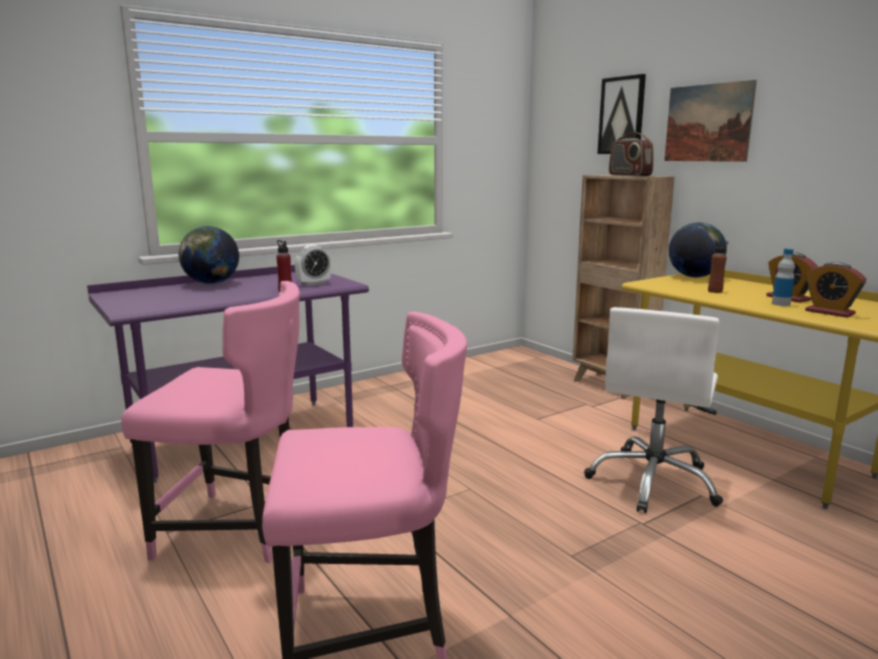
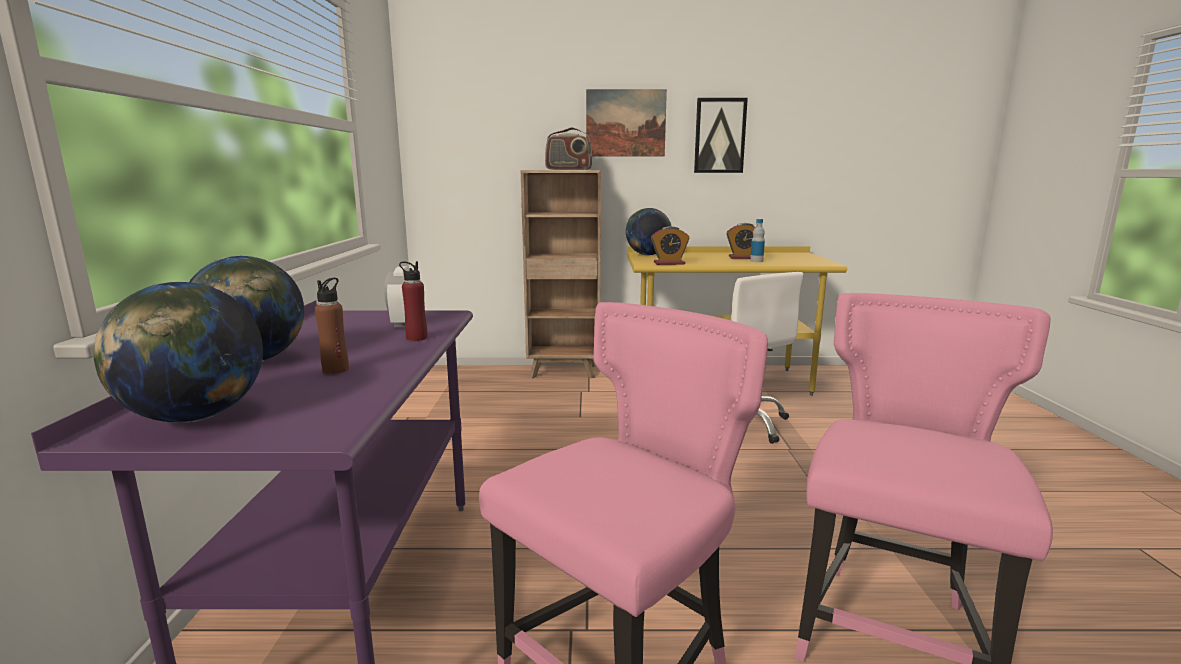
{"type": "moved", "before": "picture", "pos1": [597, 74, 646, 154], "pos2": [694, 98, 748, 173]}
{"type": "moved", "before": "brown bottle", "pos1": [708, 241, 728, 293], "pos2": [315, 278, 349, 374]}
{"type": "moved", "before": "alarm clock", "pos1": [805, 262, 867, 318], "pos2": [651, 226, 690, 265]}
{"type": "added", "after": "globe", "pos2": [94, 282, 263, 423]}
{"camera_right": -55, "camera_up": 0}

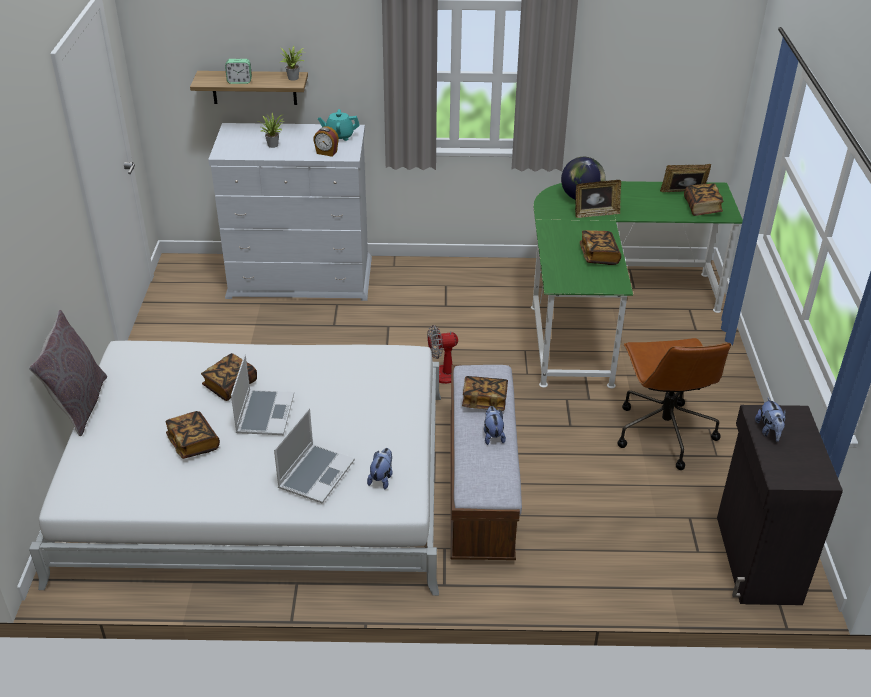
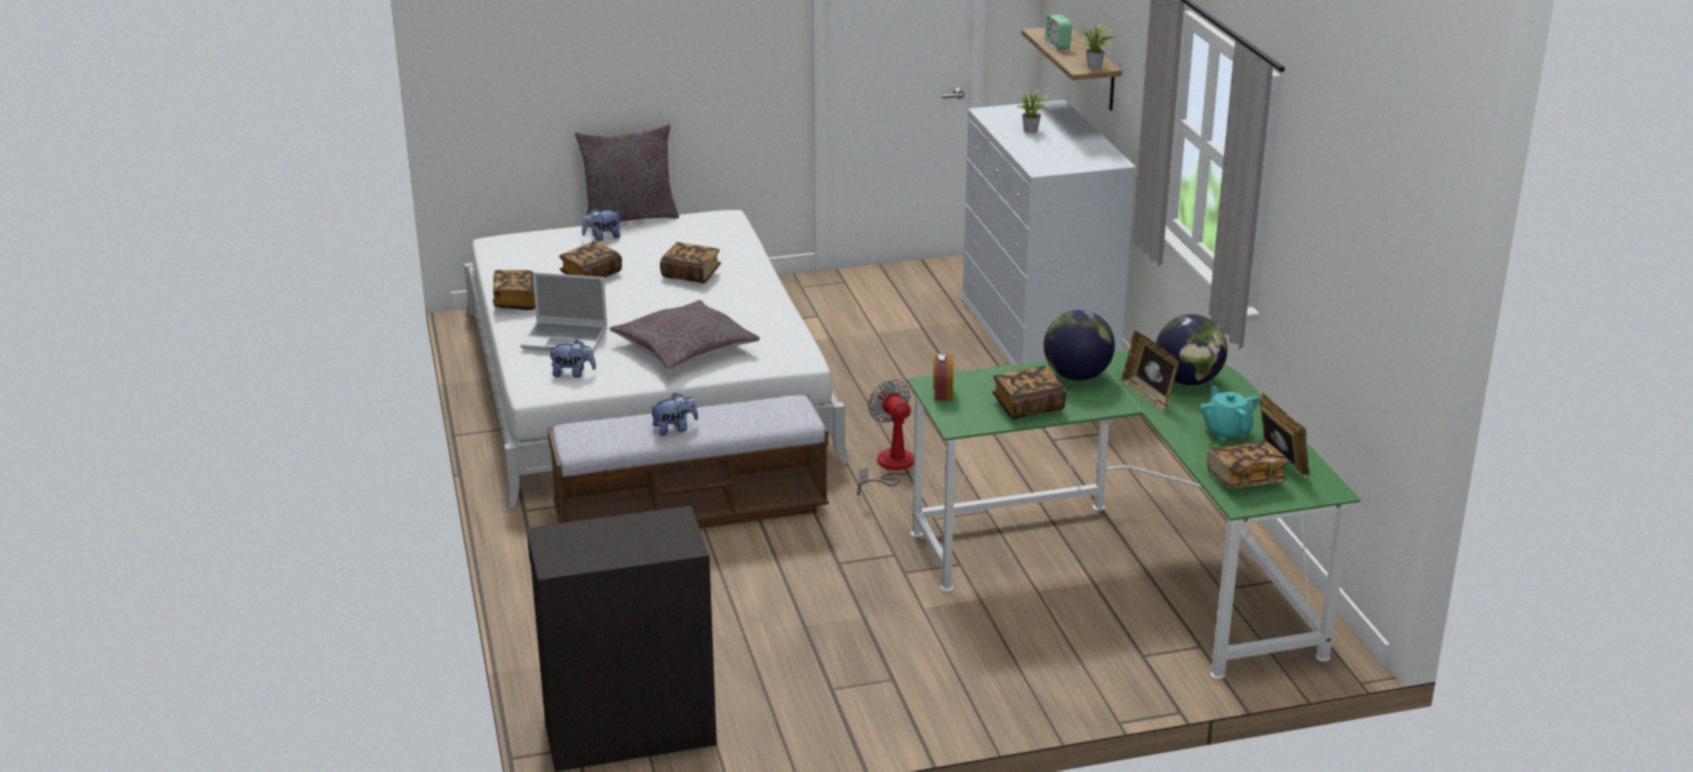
{"type": "removed", "before": "laptop", "pos1": [231, 355, 294, 435]}
{"type": "moved", "before": "alarm clock", "pos1": [313, 126, 339, 157], "pos2": [933, 353, 954, 401]}
{"type": "moved", "before": "turquoise teapot", "pos1": [318, 109, 360, 141], "pos2": [1200, 386, 1259, 441]}
{"type": "moved", "before": "book", "pos1": [462, 376, 508, 411], "pos2": [493, 270, 535, 310]}
{"type": "removed", "before": "brown office chair", "pos1": [617, 338, 731, 470]}
{"type": "moved", "before": "plush toy", "pos1": [755, 397, 786, 441], "pos2": [582, 207, 620, 241]}
{"type": "added", "after": "grey pillow", "pos2": [610, 300, 760, 370]}
{"type": "added", "after": "globe", "pos2": [1044, 310, 1115, 381]}
{"camera_right": 75, "camera_up": -10}

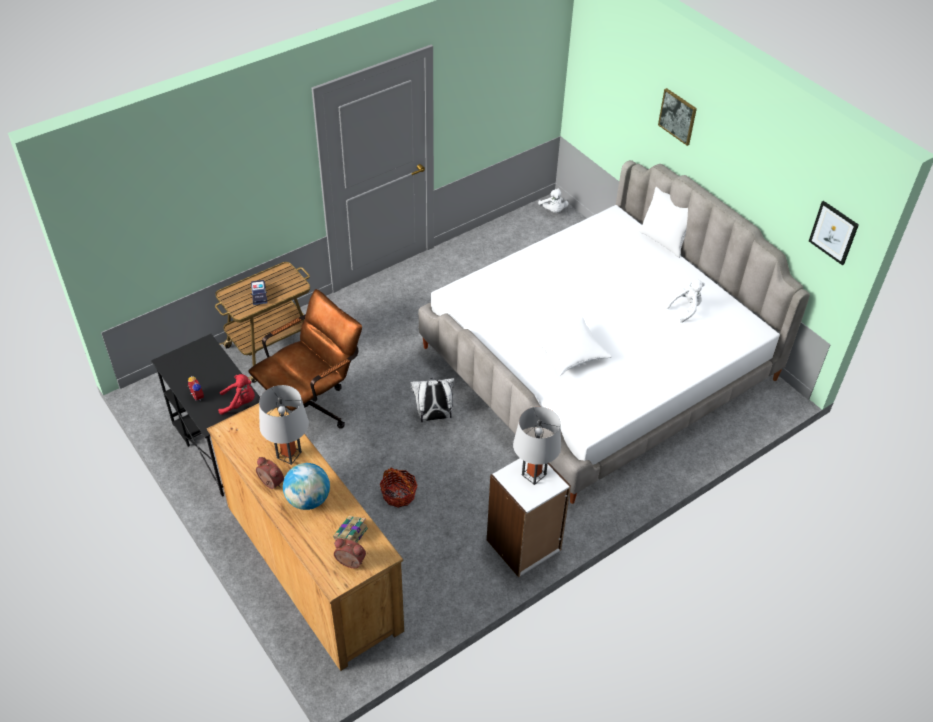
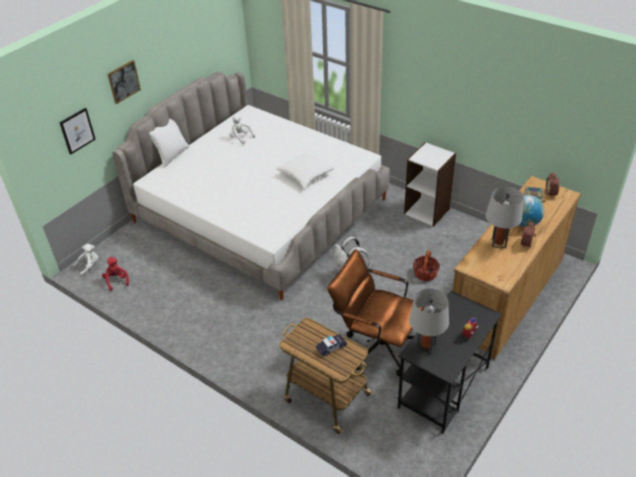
{"type": "moved", "before": "red plush toy", "pos1": [218, 374, 255, 415], "pos2": [102, 257, 129, 291]}
{"type": "moved", "before": "grey table lamp", "pos1": [513, 407, 561, 485], "pos2": [409, 288, 449, 354]}
{"type": "moved", "before": "picture", "pos1": [809, 201, 859, 265], "pos2": [59, 108, 96, 155]}
{"camera_right": -105, "camera_up": -5}

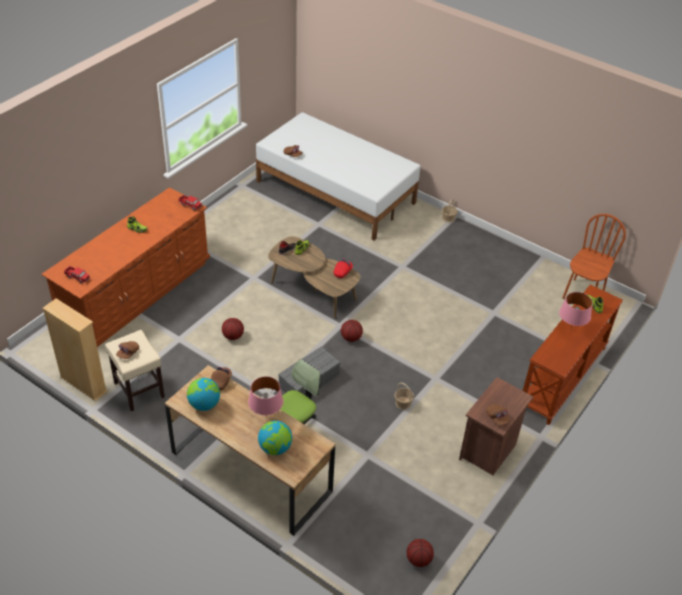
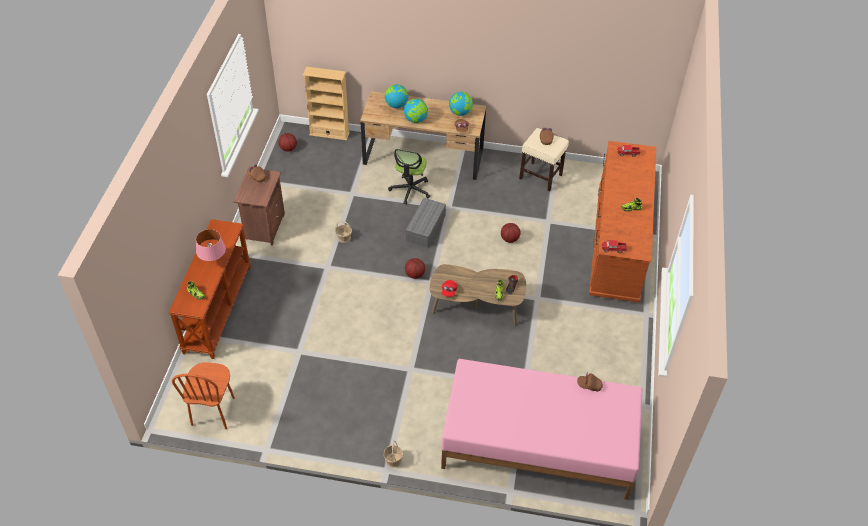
{"type": "moved", "before": "beige bookcase", "pos1": [42, 298, 108, 401], "pos2": [303, 66, 350, 140]}
{"type": "replaced", "before": "pink table lamp", "after": "globe", "pos1": [248, 376, 283, 416], "pos2": [404, 99, 428, 123]}
{"type": "recoloured", "before": "white bed", "after": "pink bed", "pos1": [256, 112, 420, 240], "pos2": [441, 359, 642, 500]}
{"camera_right": 155, "camera_up": 5}

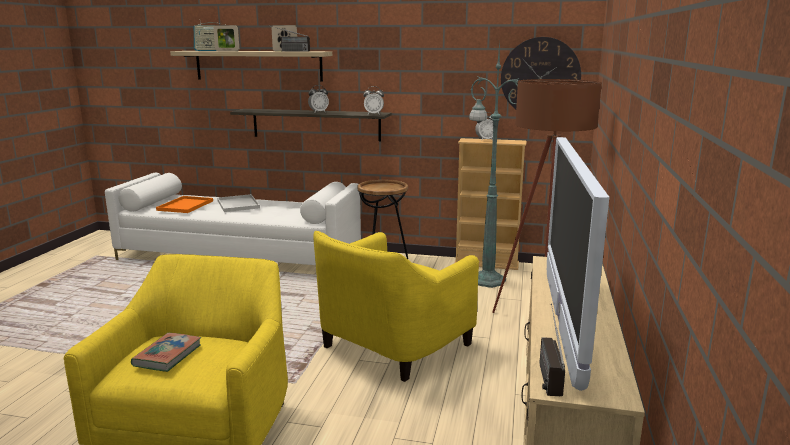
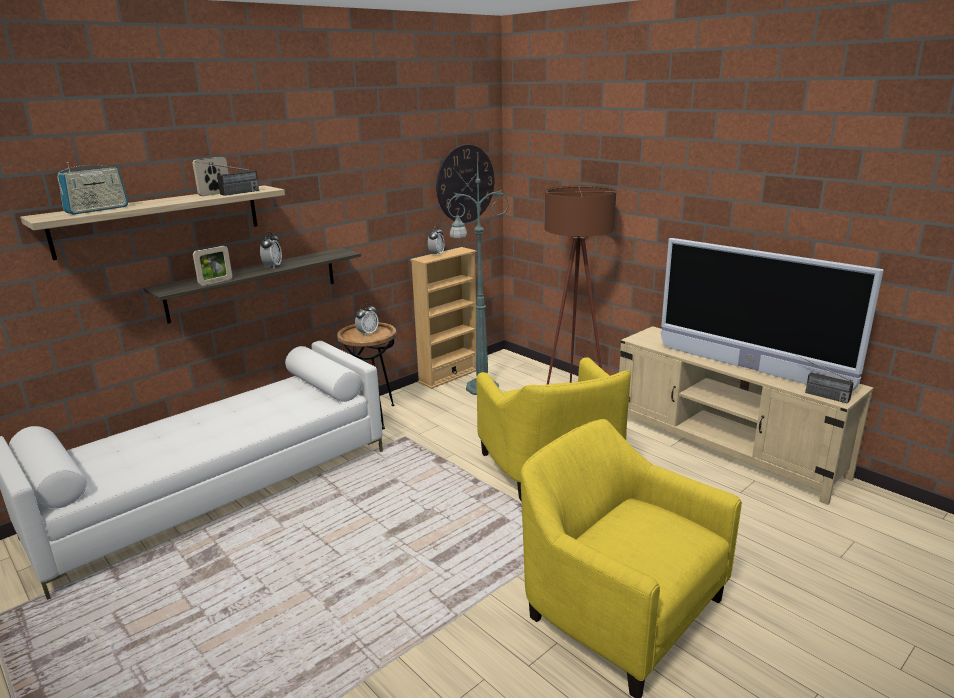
{"type": "removed", "before": "book", "pos1": [131, 333, 201, 372]}
{"type": "removed", "before": "orange tray", "pos1": [156, 196, 213, 213]}
{"type": "moved", "before": "picture frame", "pos1": [213, 25, 239, 51], "pos2": [193, 246, 232, 286]}
{"type": "removed", "before": "white tray", "pos1": [217, 194, 260, 212]}
{"type": "moved", "before": "alarm clock", "pos1": [363, 86, 384, 115], "pos2": [355, 303, 379, 336]}
{"camera_right": -55, "camera_up": 5}

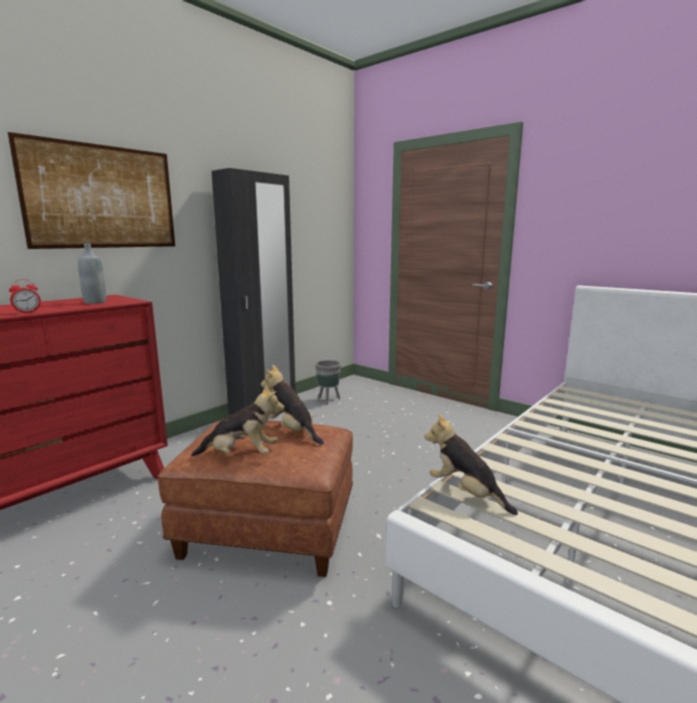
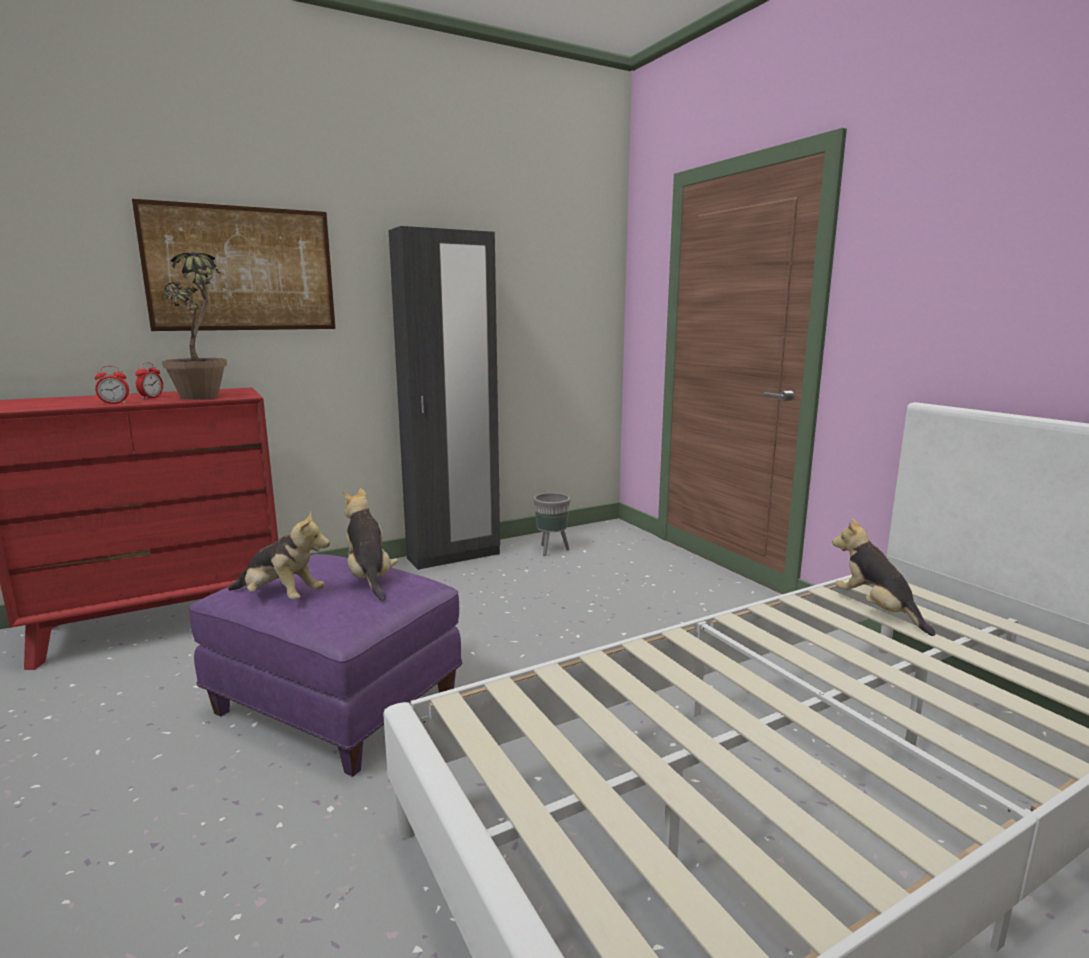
{"type": "replaced", "before": "grey bottle", "after": "potted plant", "pos1": [78, 243, 106, 304], "pos2": [162, 252, 227, 400]}
{"type": "recoloured", "before": "brown ottoman", "after": "purple ottoman", "pos1": [158, 420, 353, 577], "pos2": [189, 554, 462, 777]}
{"type": "moved", "before": "plush toy", "pos1": [424, 413, 518, 515], "pos2": [832, 518, 936, 636]}
{"type": "added", "after": "alarm clock", "pos2": [135, 362, 163, 399]}
{"camera_right": 20, "camera_up": 0}

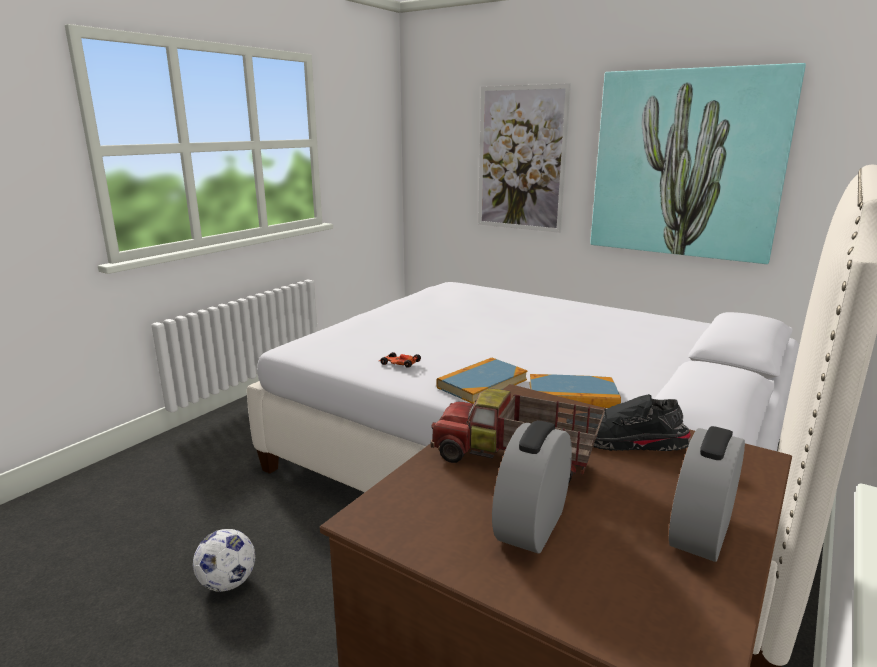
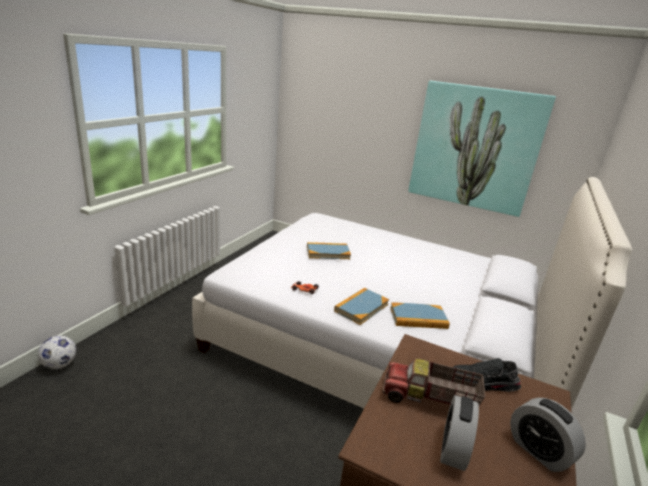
{"type": "moved", "before": "football", "pos1": [193, 529, 255, 592], "pos2": [38, 336, 76, 369]}
{"type": "removed", "before": "picture", "pos1": [478, 83, 571, 233]}
{"type": "turned", "before": "alarm clock", "pos1": [669, 426, 745, 562], "pos2": [510, 398, 586, 472], "turn": -60}
{"type": "added", "after": "book", "pos2": [307, 242, 351, 259]}
{"camera_right": -10, "camera_up": 5}

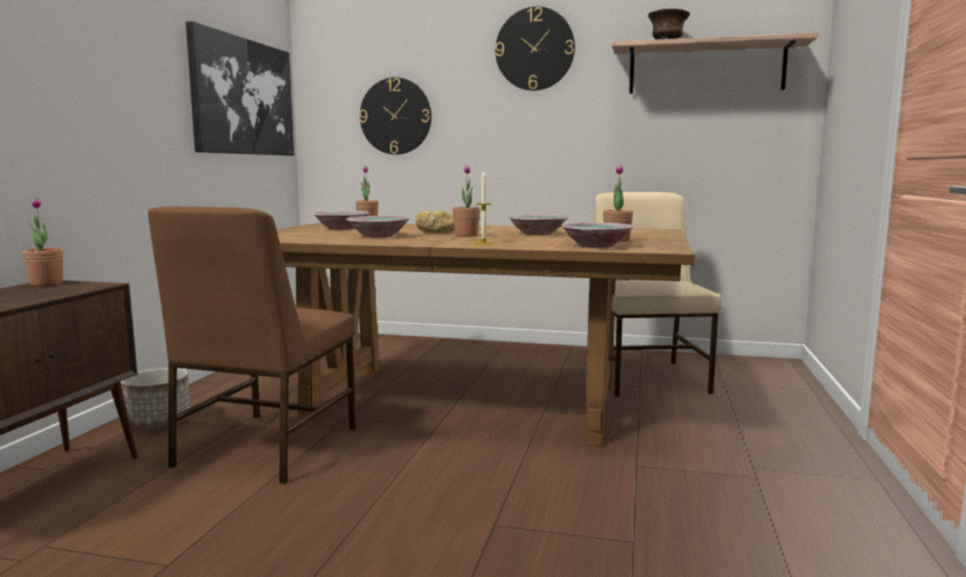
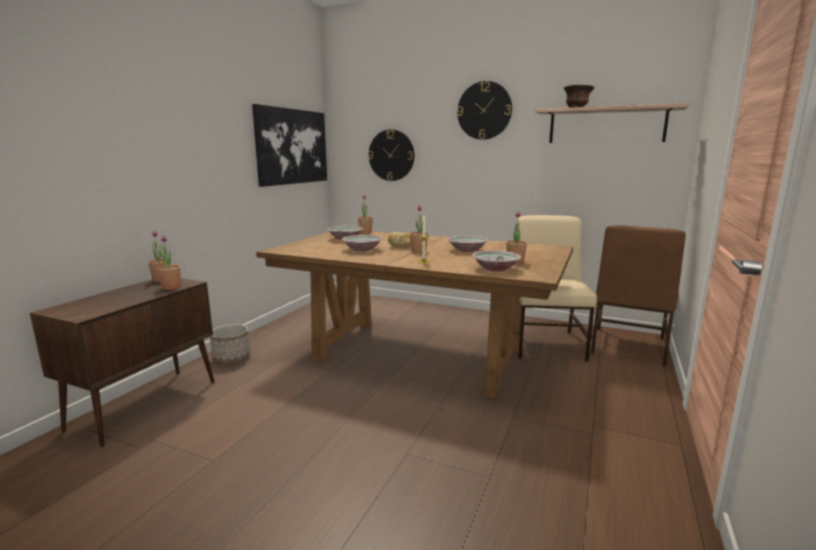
{"type": "moved", "before": "brown chair", "pos1": [148, 206, 356, 484], "pos2": [591, 225, 686, 366]}
{"type": "added", "after": "potted plant", "pos2": [157, 235, 181, 290]}
{"camera_right": 10, "camera_up": 5}

